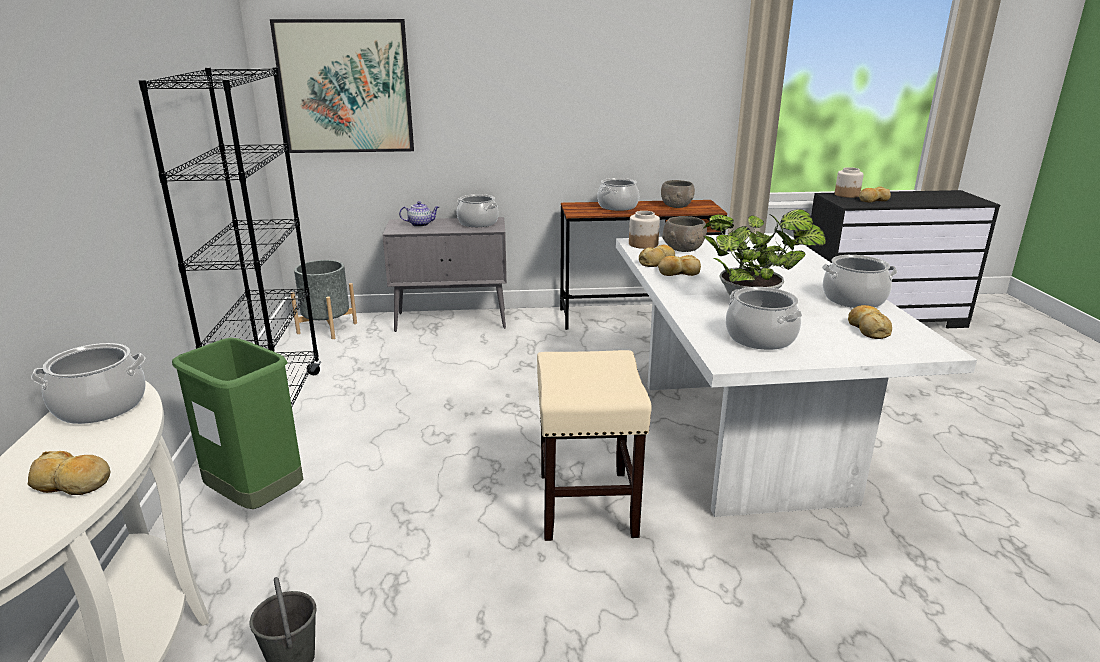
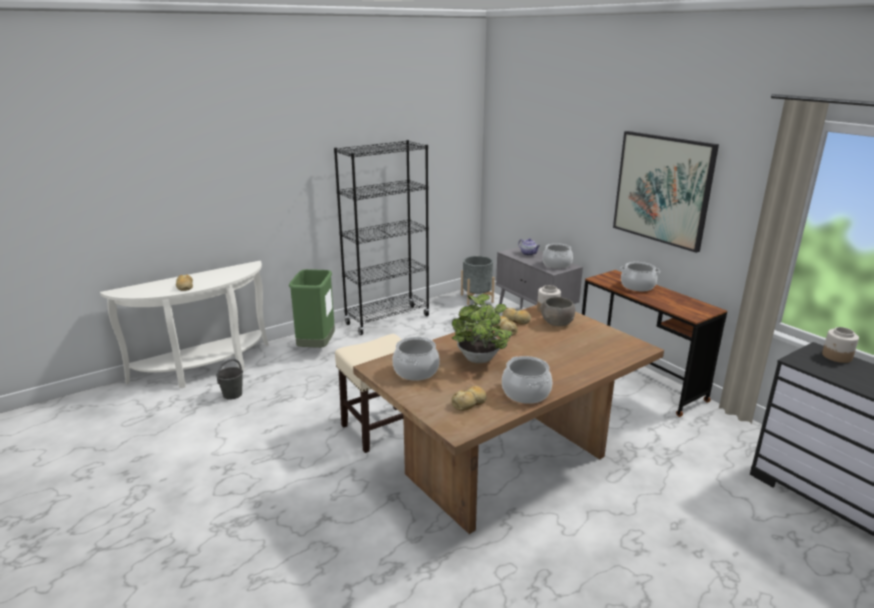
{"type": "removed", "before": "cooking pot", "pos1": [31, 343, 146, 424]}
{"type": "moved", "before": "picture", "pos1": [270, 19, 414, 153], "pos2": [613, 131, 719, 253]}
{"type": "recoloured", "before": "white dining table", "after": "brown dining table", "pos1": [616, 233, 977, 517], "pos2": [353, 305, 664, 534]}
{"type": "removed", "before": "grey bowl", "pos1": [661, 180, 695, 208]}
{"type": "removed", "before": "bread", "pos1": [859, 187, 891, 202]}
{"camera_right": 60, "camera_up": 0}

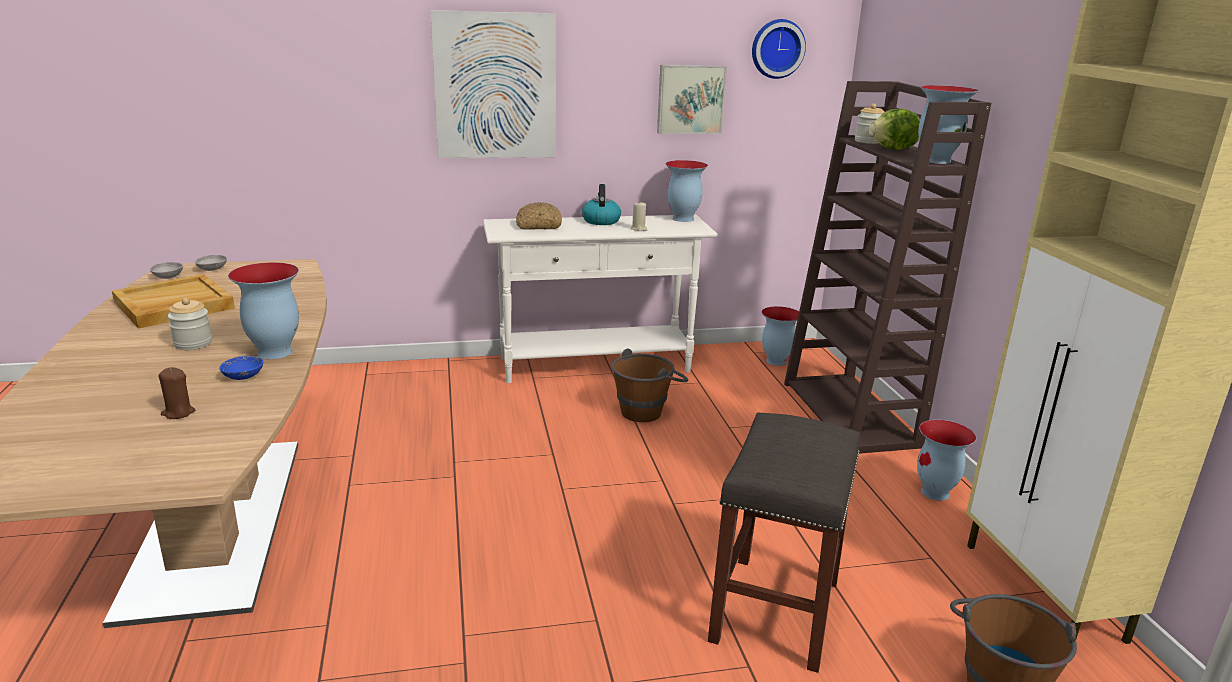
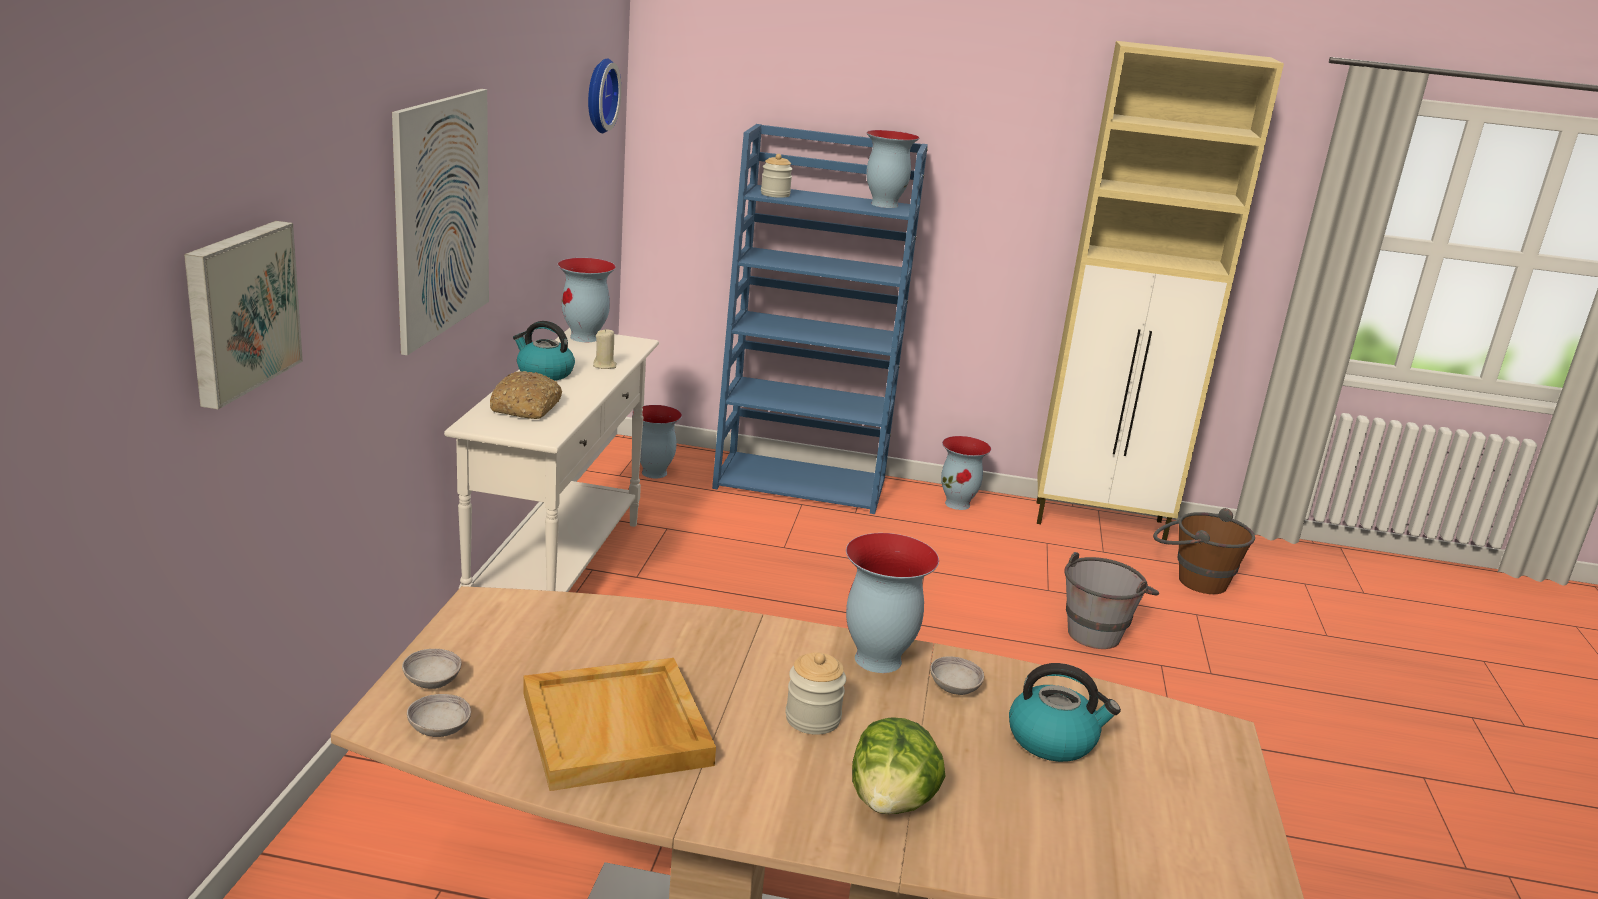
{"type": "replaced", "before": "brown candle", "after": "kettle", "pos1": [159, 367, 195, 419], "pos2": [1009, 663, 1121, 762]}
{"type": "recoloured", "before": "blue bowl", "after": "grey bowl", "pos1": [219, 356, 263, 380], "pos2": [930, 656, 984, 695]}
{"type": "removed", "before": "brown bucket", "pos1": [611, 349, 688, 422]}
{"type": "moved", "before": "picture", "pos1": [657, 65, 727, 134], "pos2": [184, 221, 303, 409]}
{"type": "replaced", "before": "grey stool", "after": "grey bucket", "pos1": [708, 413, 860, 673], "pos2": [1064, 552, 1159, 649]}
{"type": "recoloured", "before": "brown bookcase", "after": "blue bookcase", "pos1": [784, 81, 991, 454], "pos2": [712, 124, 928, 514]}
{"type": "moved", "before": "lettuce", "pos1": [869, 109, 920, 150], "pos2": [852, 717, 946, 814]}
{"camera_right": -70, "camera_up": 0}

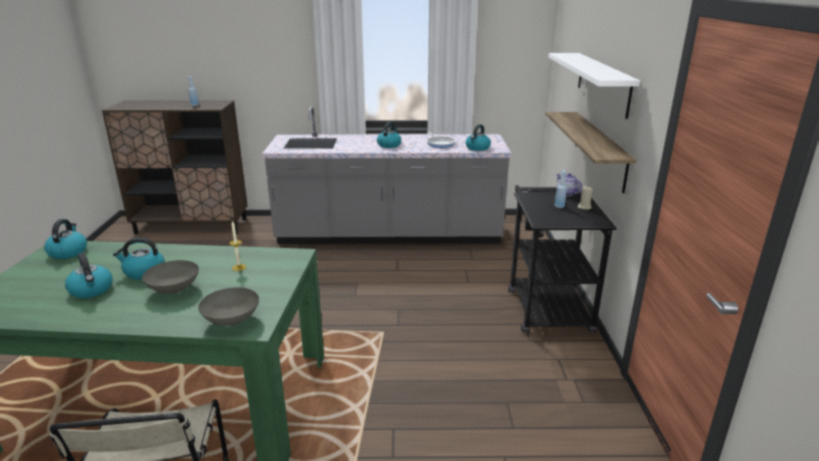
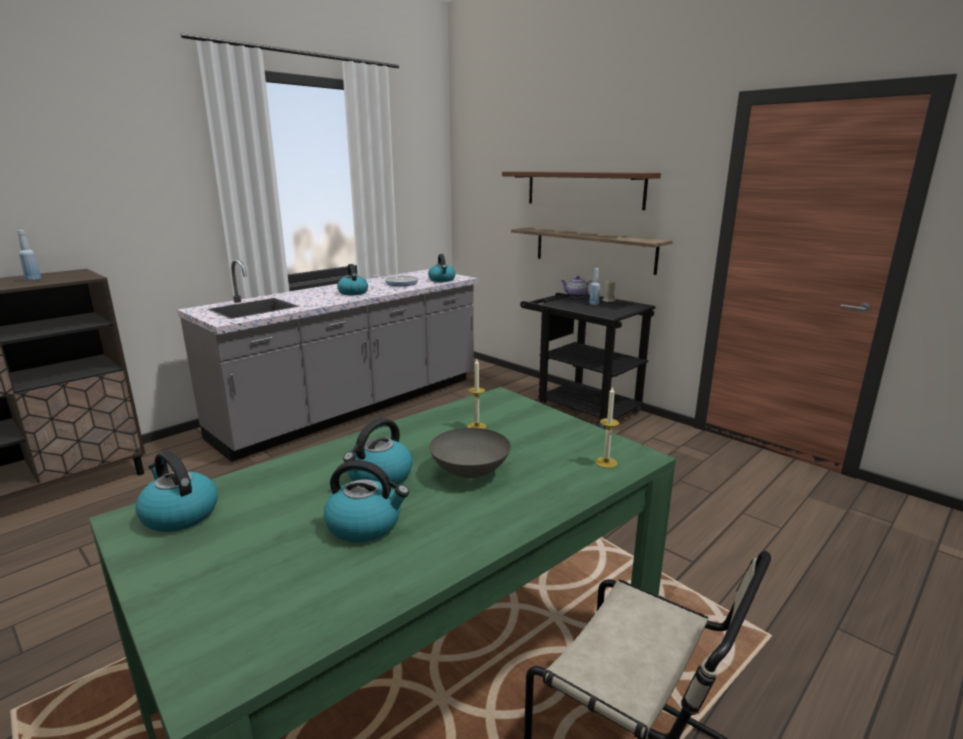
{"type": "replaced", "before": "grey bowl", "after": "candle", "pos1": [198, 287, 259, 326], "pos2": [595, 386, 619, 468]}
{"type": "recoloured", "before": "white shelf", "after": "brown shelf", "pos1": [548, 53, 640, 119], "pos2": [502, 171, 661, 210]}
{"camera_right": -45, "camera_up": -5}

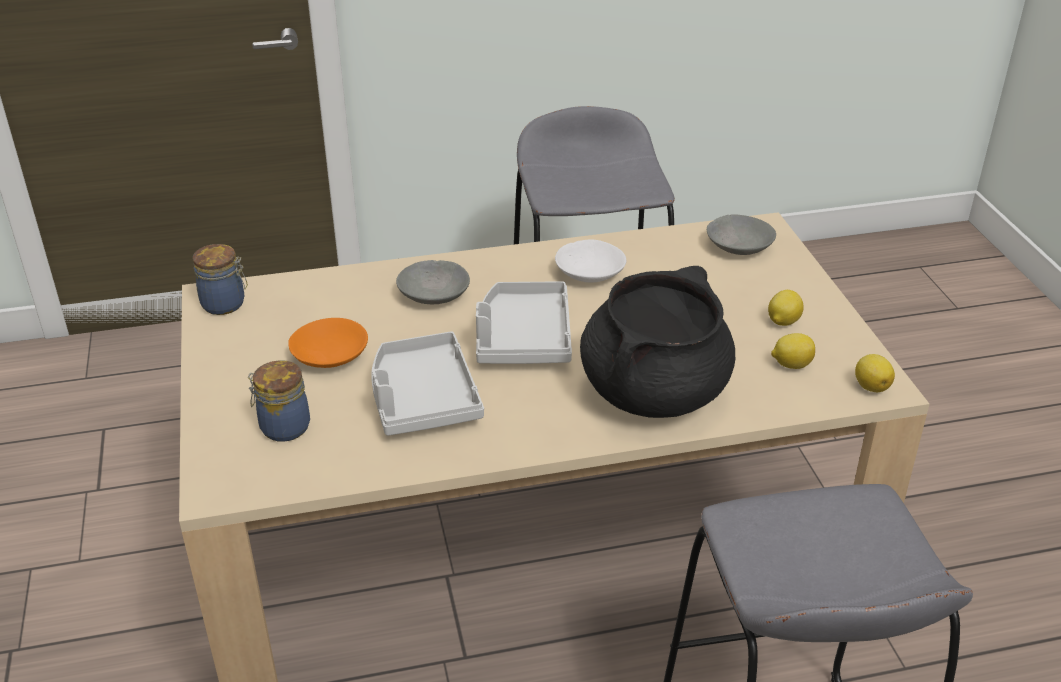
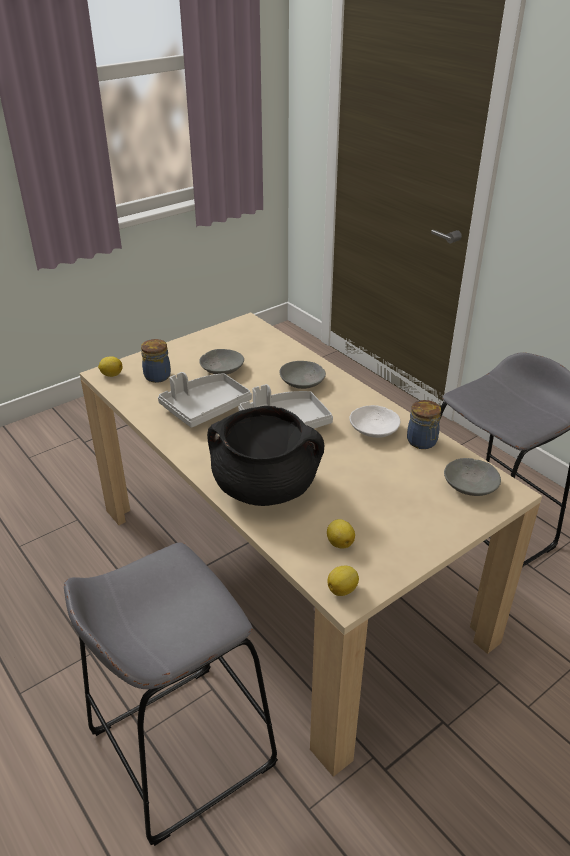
{"type": "moved", "before": "jar", "pos1": [192, 244, 248, 315], "pos2": [407, 400, 441, 449]}
{"type": "recoloured", "before": "orange bowl", "after": "grey bowl", "pos1": [288, 318, 368, 368], "pos2": [199, 349, 244, 375]}
{"type": "moved", "before": "lemon", "pos1": [768, 290, 804, 326], "pos2": [98, 356, 123, 377]}
{"camera_right": 65, "camera_up": 0}

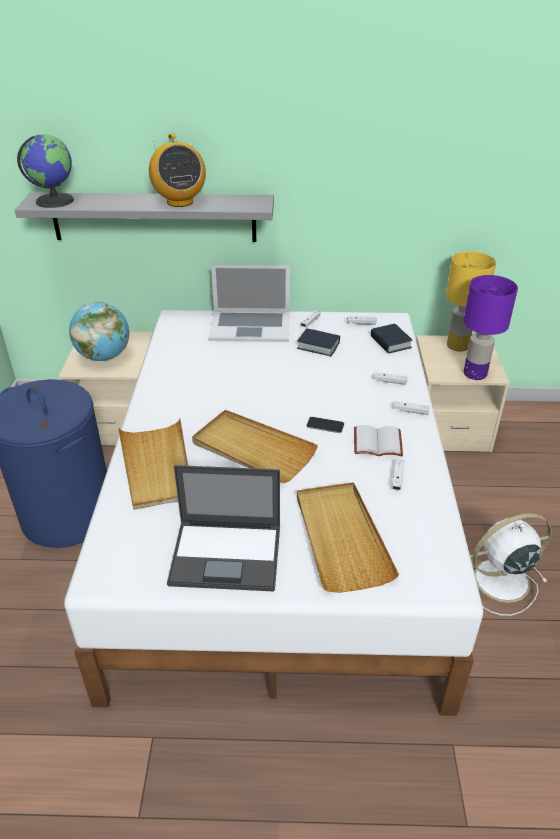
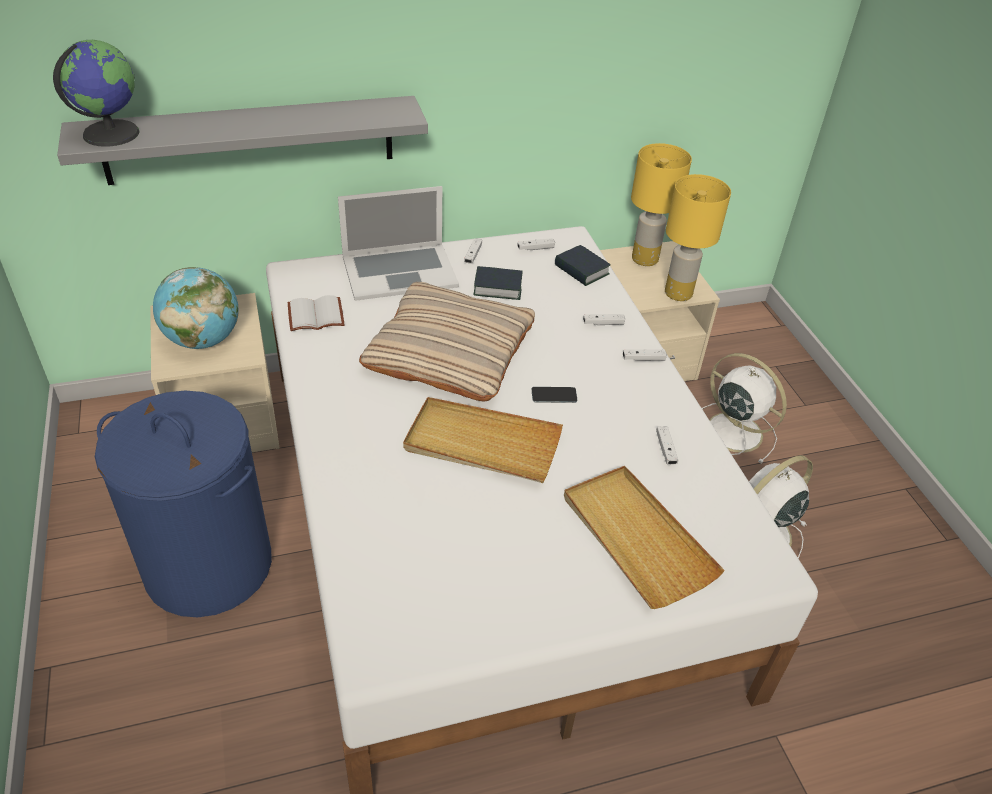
{"type": "removed", "before": "beige tray", "pos1": [118, 418, 188, 510]}
{"type": "removed", "before": "radio", "pos1": [149, 134, 206, 207]}
{"type": "removed", "before": "laptop", "pos1": [167, 465, 280, 591]}
{"type": "moved", "before": "white book", "pos1": [354, 425, 403, 456], "pos2": [288, 295, 345, 331]}
{"type": "recoloured", "before": "purple table lamp", "after": "yellow table lamp", "pos1": [463, 275, 518, 380], "pos2": [665, 174, 731, 301]}
{"type": "added", "after": "beige pillow", "pos2": [359, 282, 535, 401]}
{"type": "added", "after": "white fan", "pos2": [702, 353, 787, 463]}
{"camera_right": -20, "camera_up": 5}

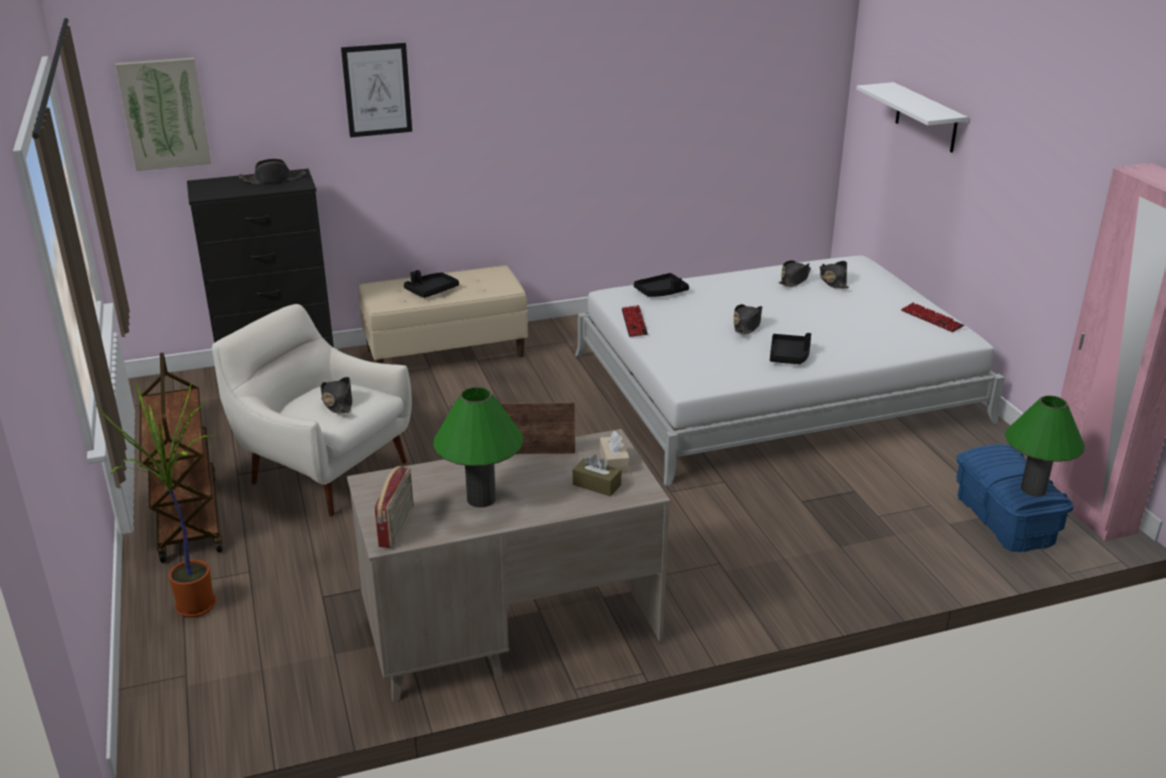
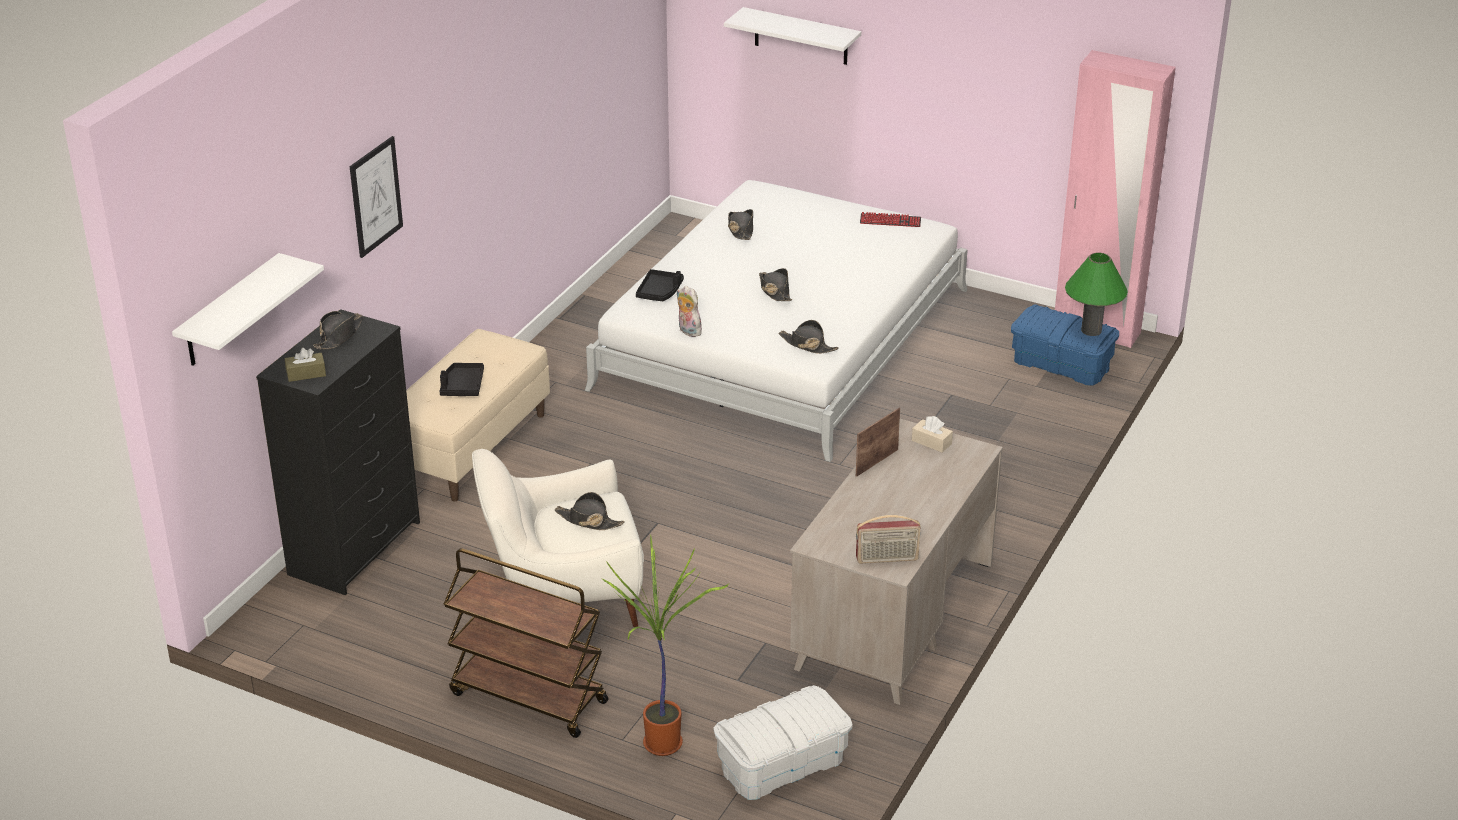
{"type": "replaced", "before": "picture", "after": "white shelf", "pos1": [115, 58, 211, 171], "pos2": [172, 253, 324, 366]}
{"type": "turned", "before": "radio", "pos1": [375, 466, 414, 548], "pos2": [856, 515, 921, 564], "turn": 120}
{"type": "removed", "before": "green table lamp", "pos1": [433, 387, 523, 507]}
{"type": "moved", "before": "brown tissue box", "pos1": [573, 455, 621, 497], "pos2": [285, 348, 326, 382]}
{"type": "replaced", "before": "keyboard", "after": "plush toy", "pos1": [622, 305, 648, 337], "pos2": [676, 286, 703, 337]}
{"type": "removed", "before": "black tray", "pos1": [770, 333, 811, 364]}
{"type": "moved", "before": "black hat", "pos1": [820, 261, 849, 289], "pos2": [778, 320, 839, 354]}
{"type": "added", "after": "white storage box", "pos2": [713, 685, 853, 800]}
{"camera_right": -45, "camera_up": 5}

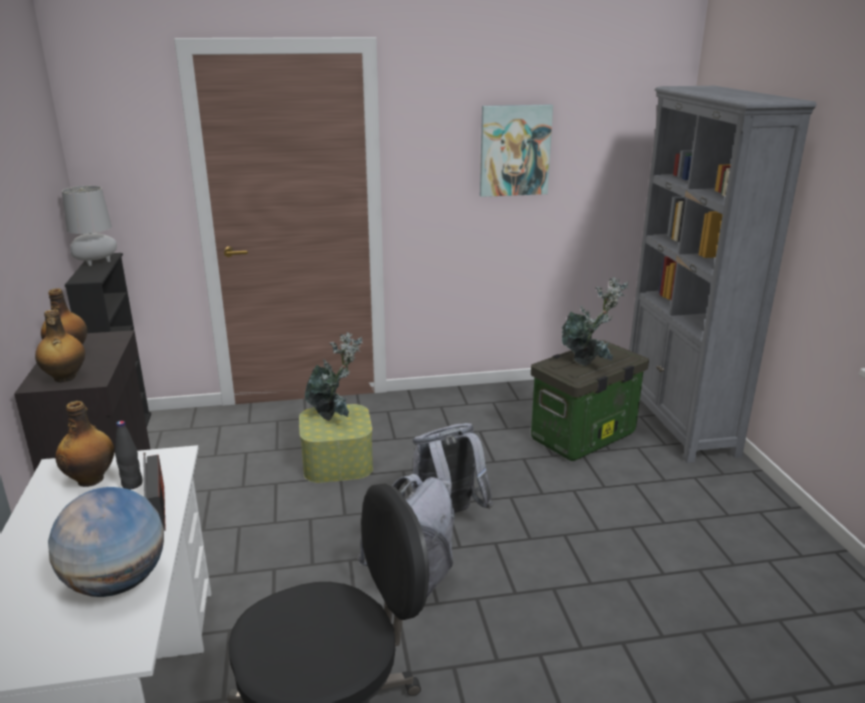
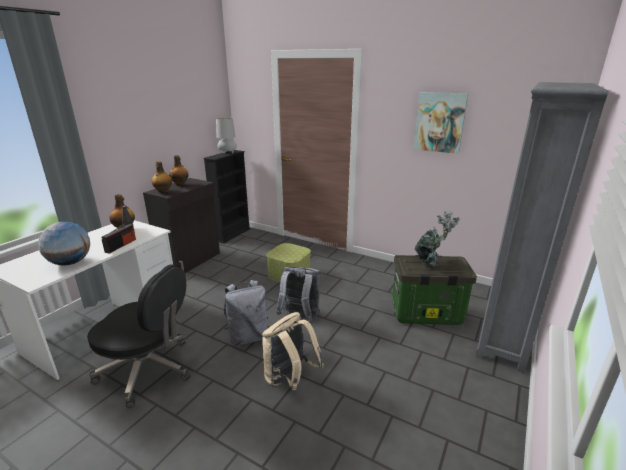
{"type": "removed", "before": "potted plant", "pos1": [305, 332, 363, 421]}
{"type": "added", "after": "beige backpack", "pos2": [262, 312, 324, 390]}
{"camera_right": 40, "camera_up": 0}

